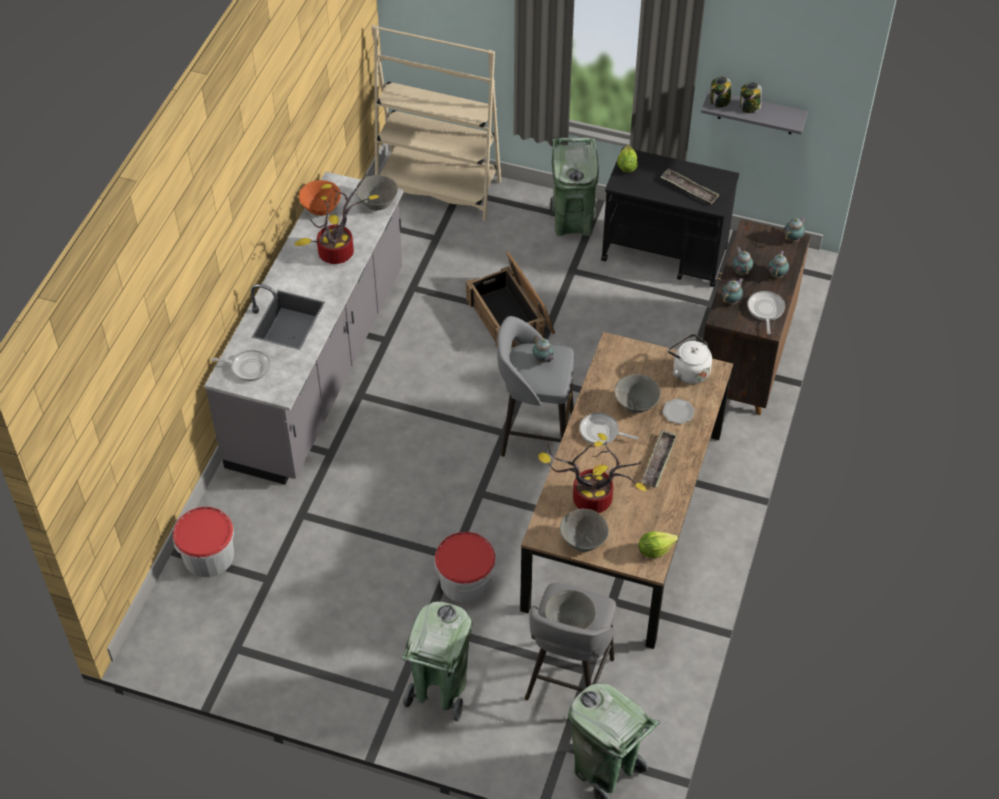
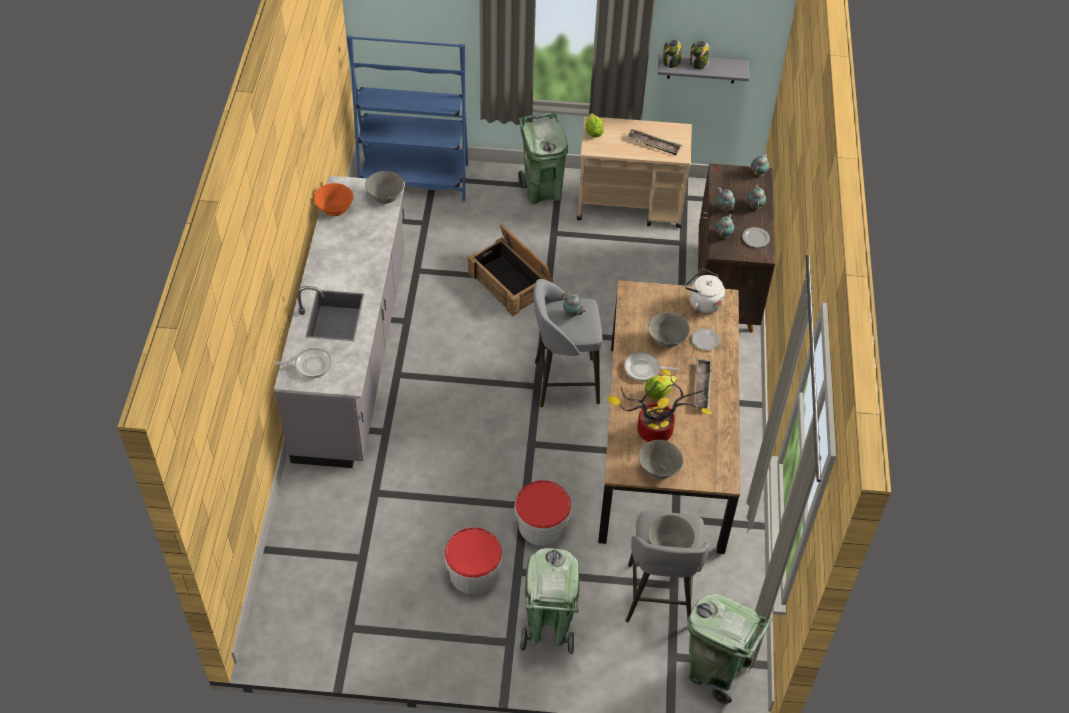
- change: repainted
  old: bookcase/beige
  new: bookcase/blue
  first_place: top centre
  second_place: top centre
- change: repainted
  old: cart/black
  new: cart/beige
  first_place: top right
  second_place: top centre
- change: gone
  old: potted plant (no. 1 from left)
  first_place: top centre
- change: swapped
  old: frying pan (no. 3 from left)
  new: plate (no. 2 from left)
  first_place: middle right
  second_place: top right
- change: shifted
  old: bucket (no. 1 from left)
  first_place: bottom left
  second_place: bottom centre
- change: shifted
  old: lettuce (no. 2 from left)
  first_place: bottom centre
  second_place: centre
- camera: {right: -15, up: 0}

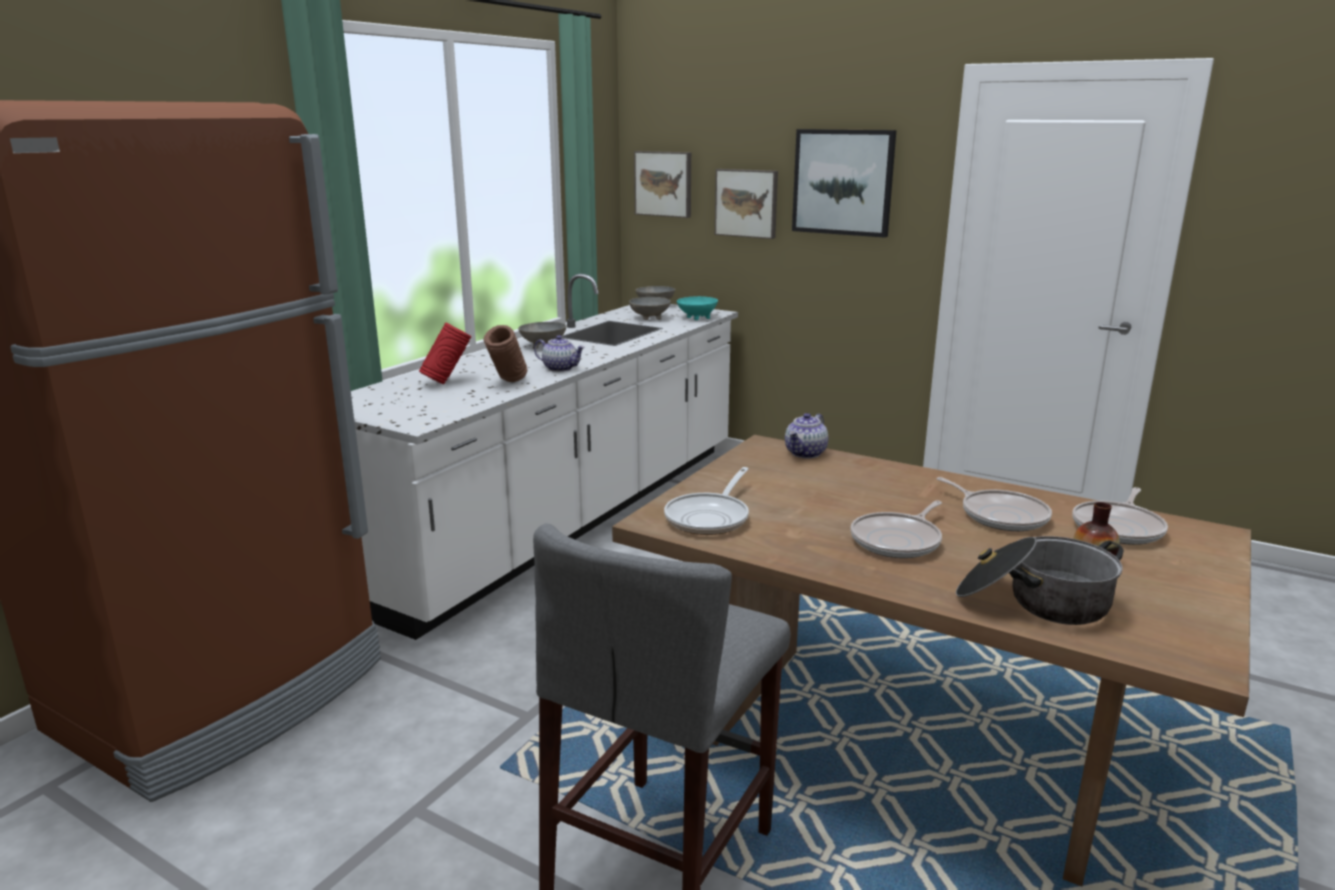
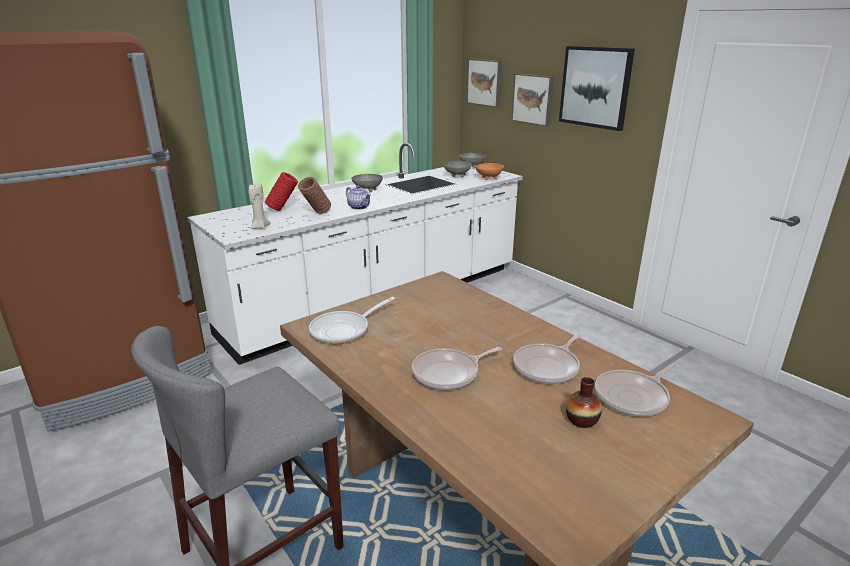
- change: repainted
  old: bowl/turquoise
  new: bowl/orange
  first_place: centre
  second_place: top centre
- change: gone
  old: teapot (no. 2 from left)
  first_place: centre
- change: rotated
  old: frying pan (no. 3 from left)
  first_place: middle right
  second_place: centre
  degrees: 60
- change: gone
  old: cooking pot
  first_place: middle right
- change: new
  new: candle/beige
  second_place: middle left
- camera: {right: 20, up: 5}

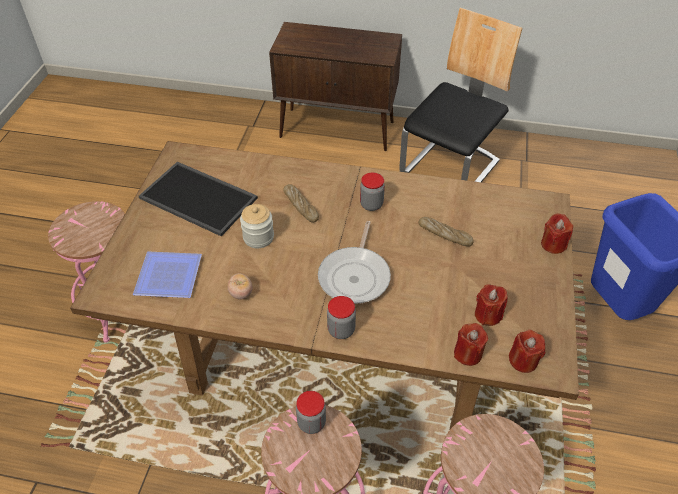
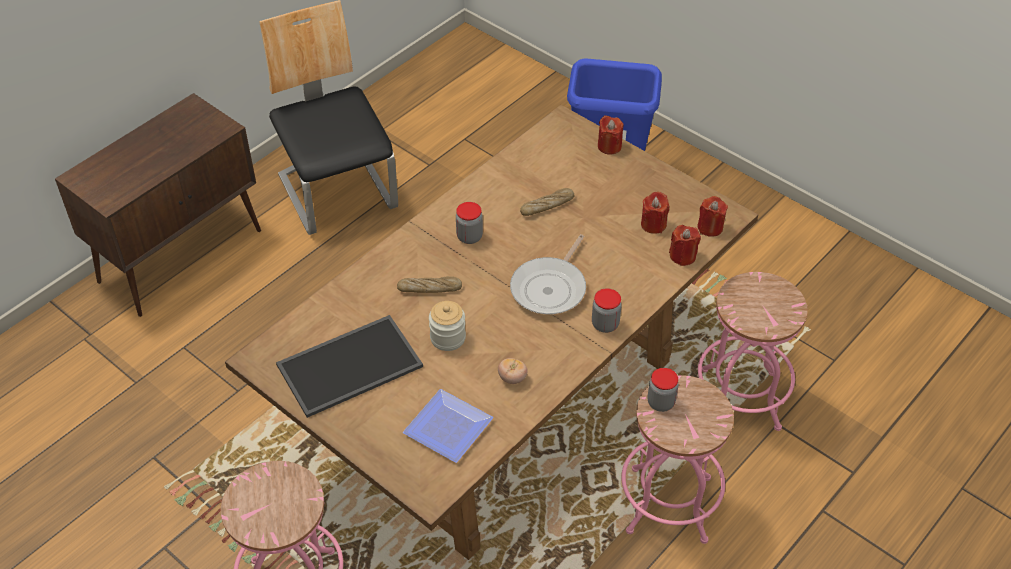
- change: rotated
  old: frying pan
  first_place: centre
  second_place: centre
  degrees: 75
- camera: {right: -60, up: 0}

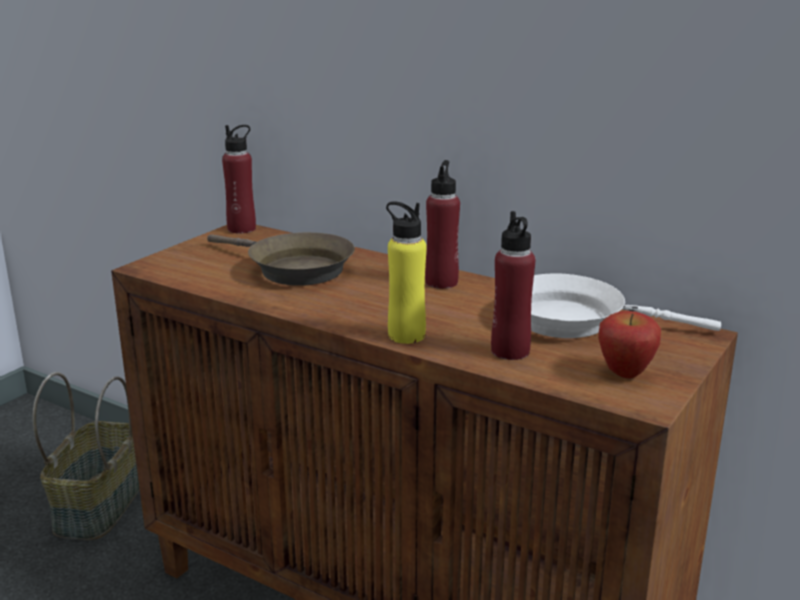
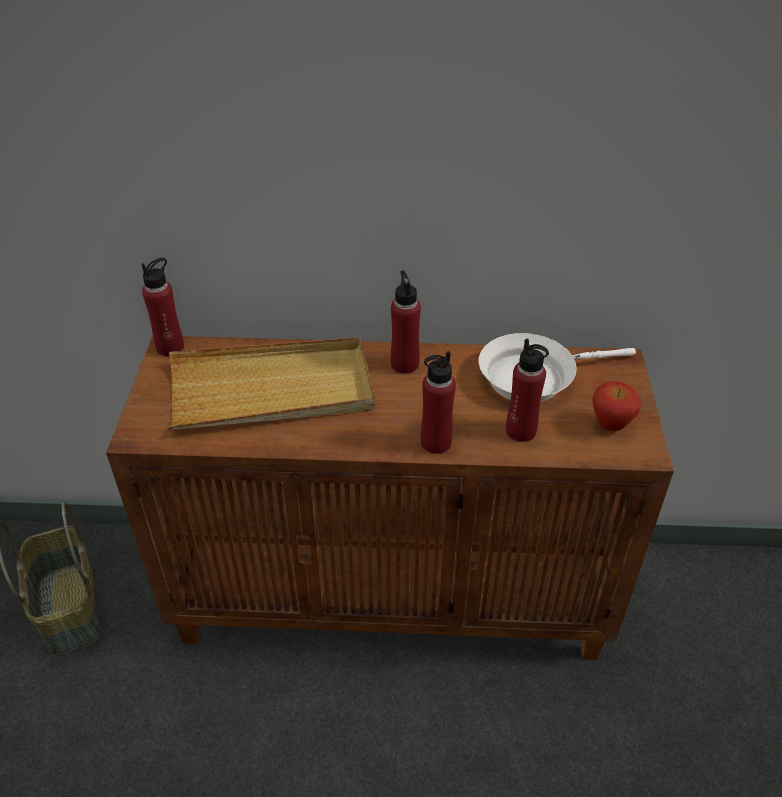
- change: repainted
  old: bottle/yellow
  new: bottle/red (no. 3 from left)
  first_place: centre
  second_place: centre
- change: swapped
  old: frying pan/brown
  new: tray/beige
  first_place: centre
  second_place: centre
- camera: {right: -30, up: 20}

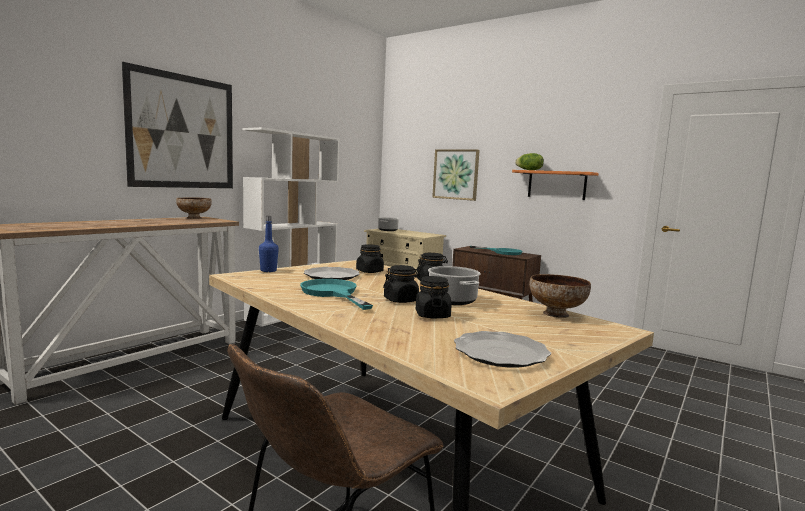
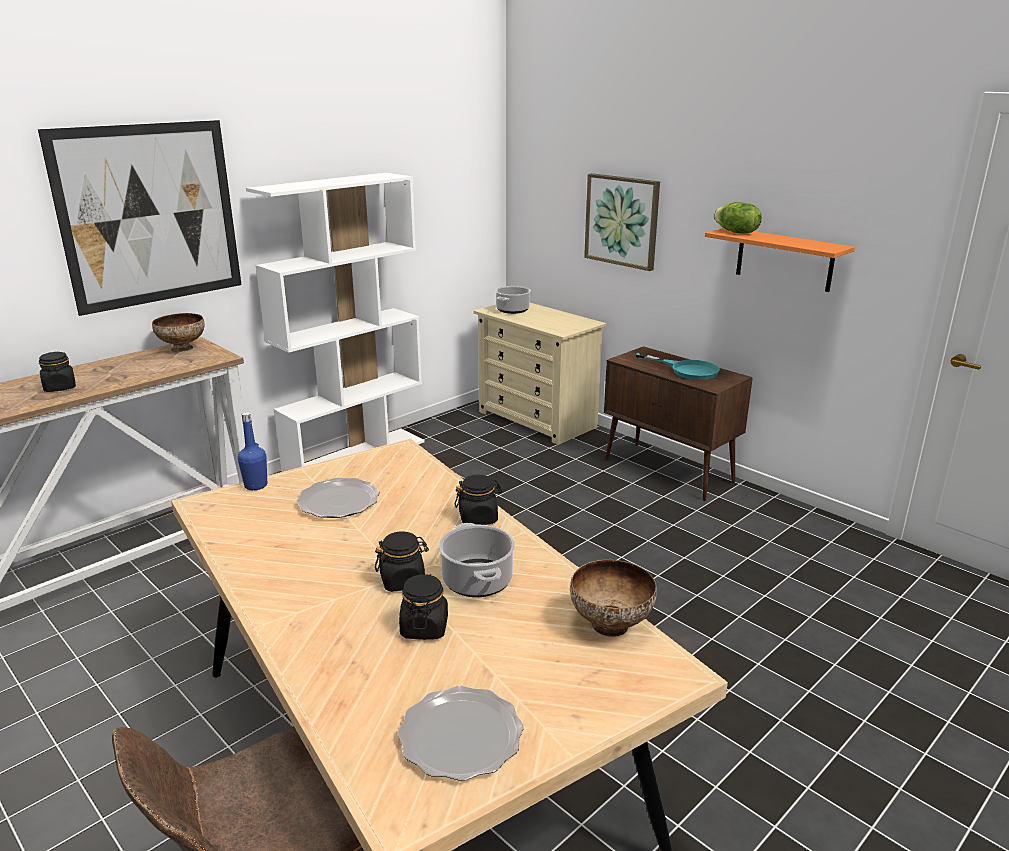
- change: shifted
  old: jar/black (no. 1 from left)
  first_place: centre
  second_place: middle left
- change: gone
  old: frying pan/turquoise (no. 1 from left)
  first_place: centre
- camera: {right: 10, up: 15}

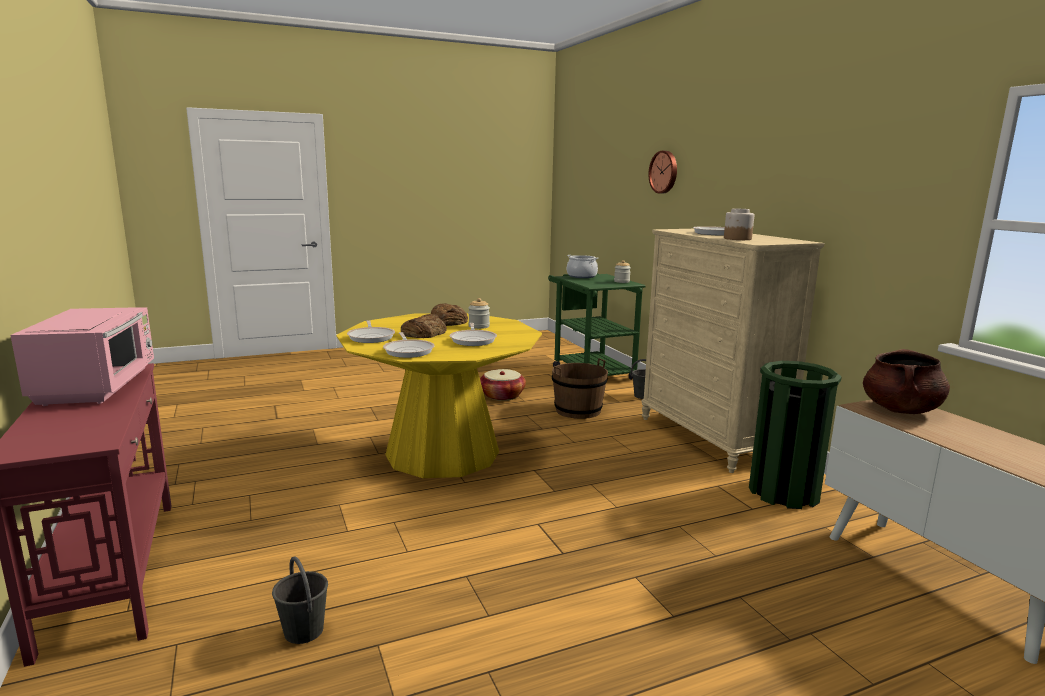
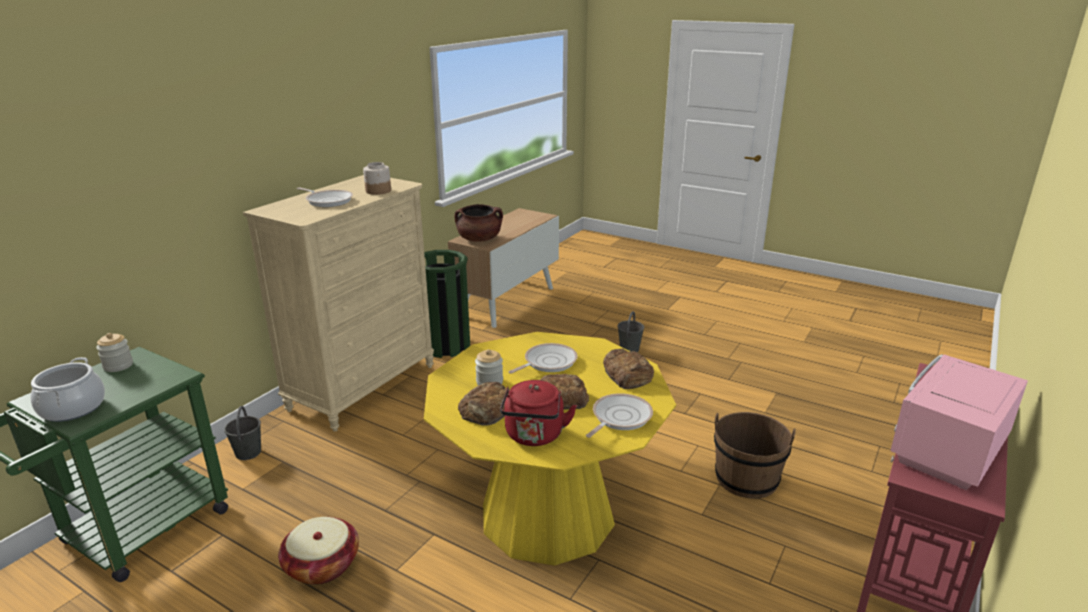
- change: gone
  old: wall clock
  first_place: top centre
- change: swapped
  old: frying pan (no. 2 from left)
  new: bread (no. 3 from left)
  first_place: centre
  second_place: centre
- change: shifted
  old: bucket/brown
  first_place: centre
  second_place: bottom right
- change: shifted
  old: bucket/grey (no. 1 from left in the first image)
  new: bucket/grey (no. 2 from left)
  first_place: bottom left
  second_place: centre
- change: new
  new: kettle/red
  second_place: bottom centre
- camera: {right: -125, up: 10}

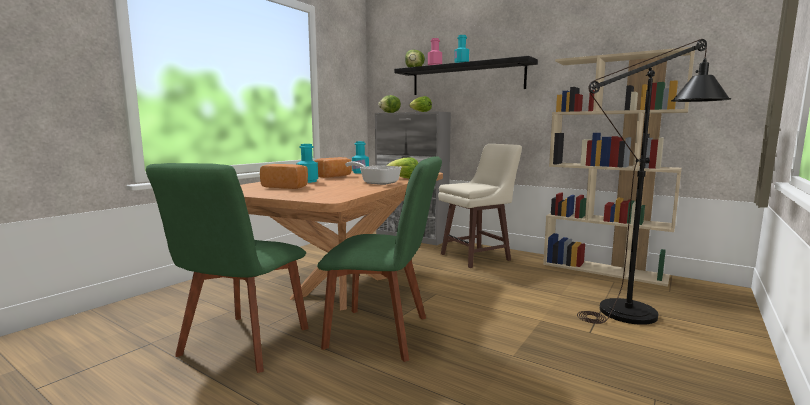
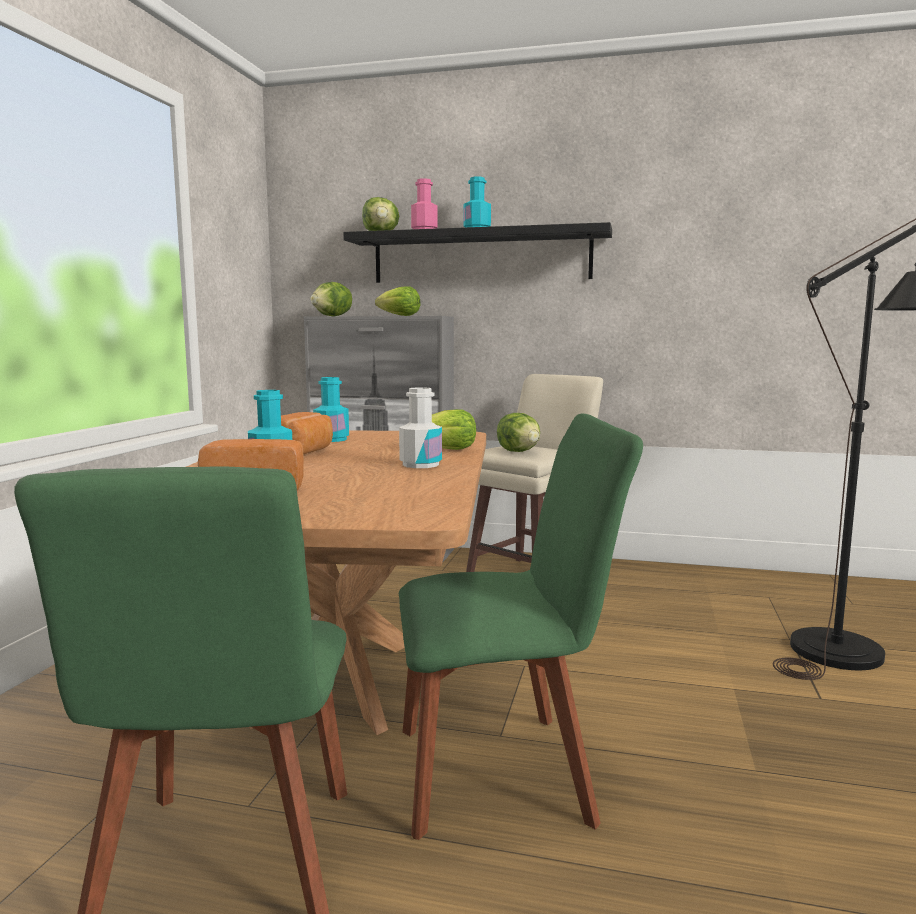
- change: gone
  old: bookcase/beige
  first_place: middle right
- change: swapped
  old: frying pan
  new: bottle/white
  first_place: centre
  second_place: centre
- change: new
  new: lettuce (no. 5 from left)
  second_place: centre
- camera: {right: -20, up: 0}

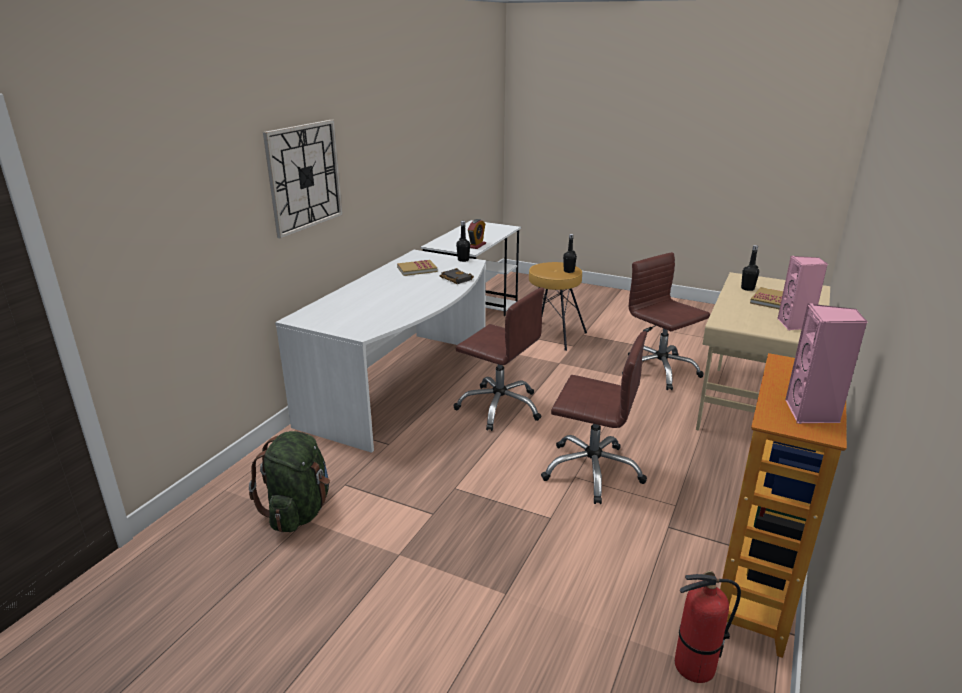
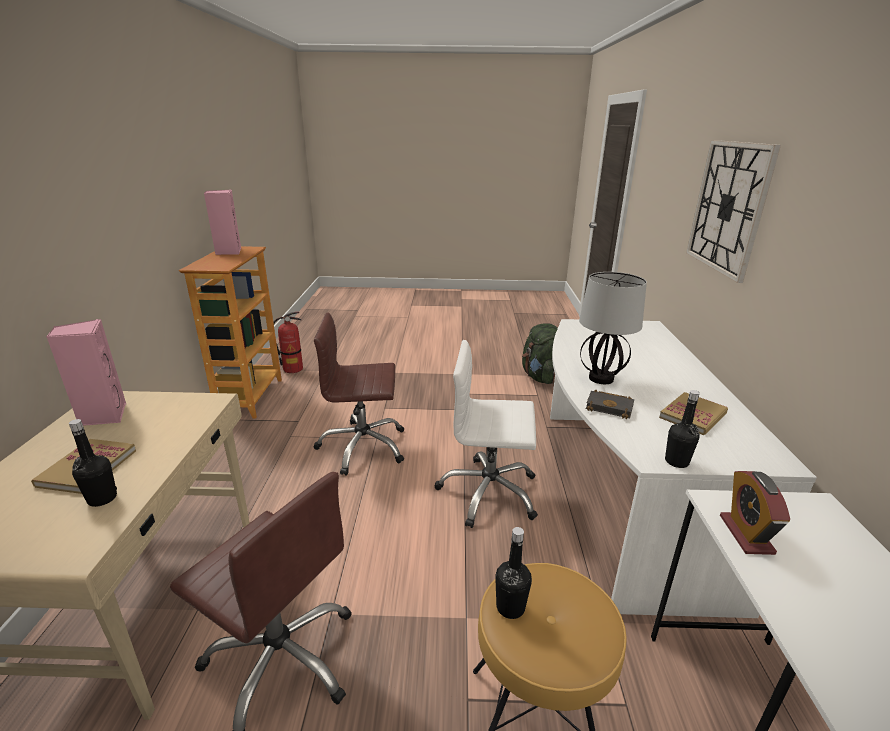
- change: repainted
  old: office chair/brown (no. 1 from left)
  new: office chair/white
  first_place: centre
  second_place: centre
- change: new
  new: table lamp
  second_place: middle right
- camera: {right: 155, up: 0}

